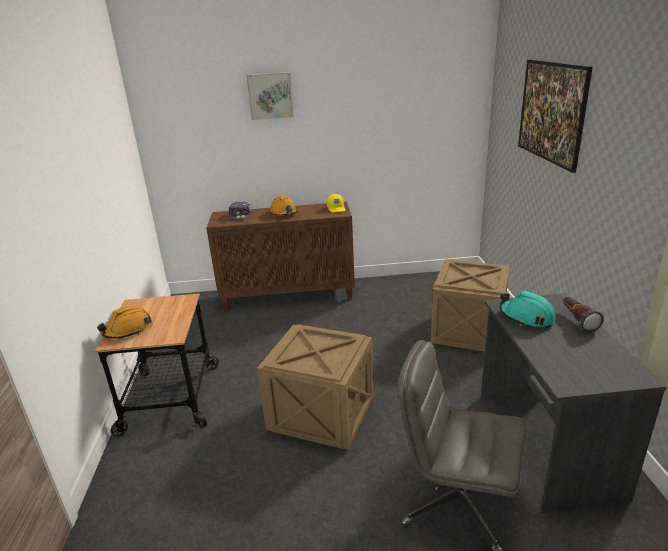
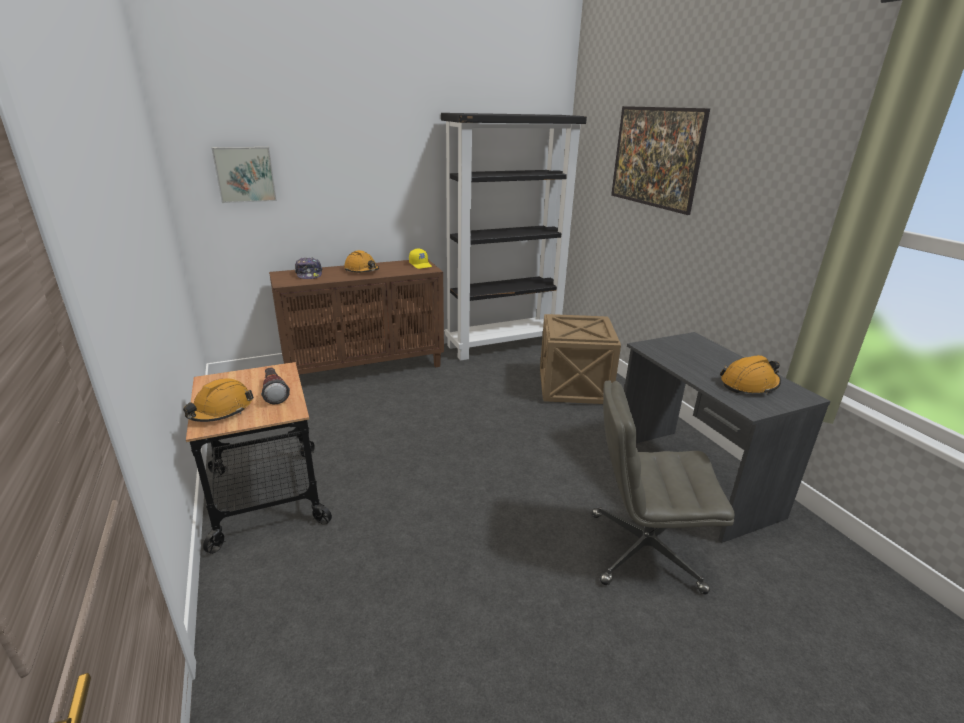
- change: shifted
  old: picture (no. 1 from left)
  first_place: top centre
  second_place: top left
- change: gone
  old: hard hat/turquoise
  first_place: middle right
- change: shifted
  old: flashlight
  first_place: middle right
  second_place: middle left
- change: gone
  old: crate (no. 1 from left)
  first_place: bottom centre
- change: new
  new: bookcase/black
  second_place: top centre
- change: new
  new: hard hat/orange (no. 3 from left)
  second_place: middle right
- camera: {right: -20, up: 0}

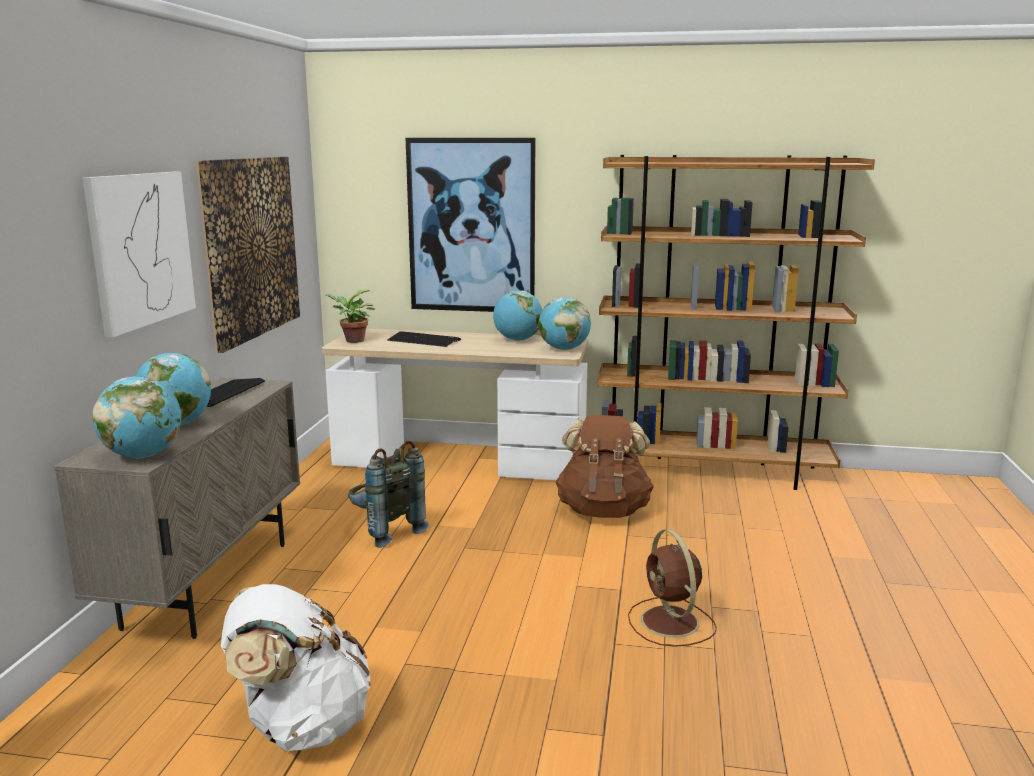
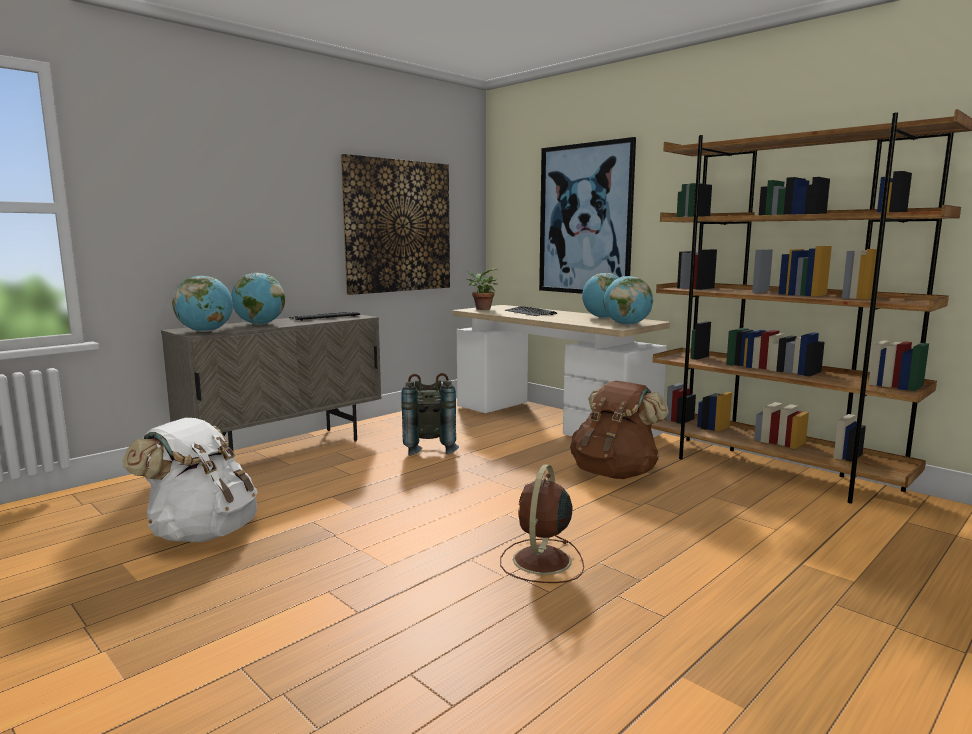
- change: gone
  old: picture (no. 1 from left)
  first_place: top left
- camera: {right: 35, up: -5}

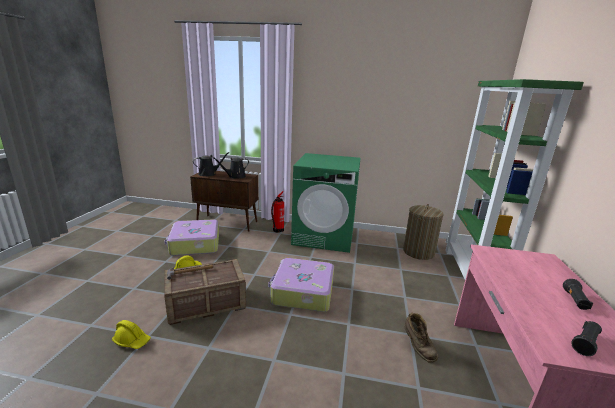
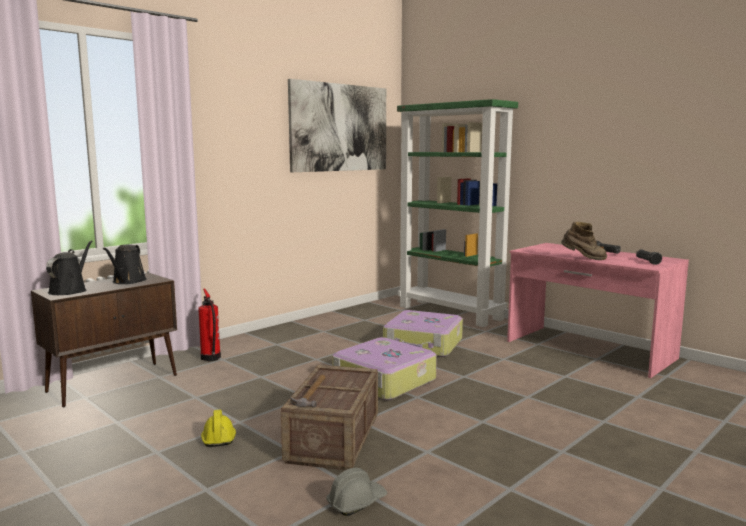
- change: gone
  old: washing machine/green
  first_place: centre
- change: gone
  old: laundry basket
  first_place: middle right
- change: shifted
  old: suitcase (no. 1 from left in the first image)
  new: suitcase (no. 2 from left)
  first_place: middle left
  second_place: centre
- change: shifted
  old: boot/brown
  first_place: bottom right
  second_place: middle right
- change: repainted
  old: hard hat/yellow (no. 1 from left)
  new: hard hat/grey
  first_place: bottom left
  second_place: bottom centre
- change: new
  new: picture
  second_place: top centre
- camera: {right: -55, up: -10}

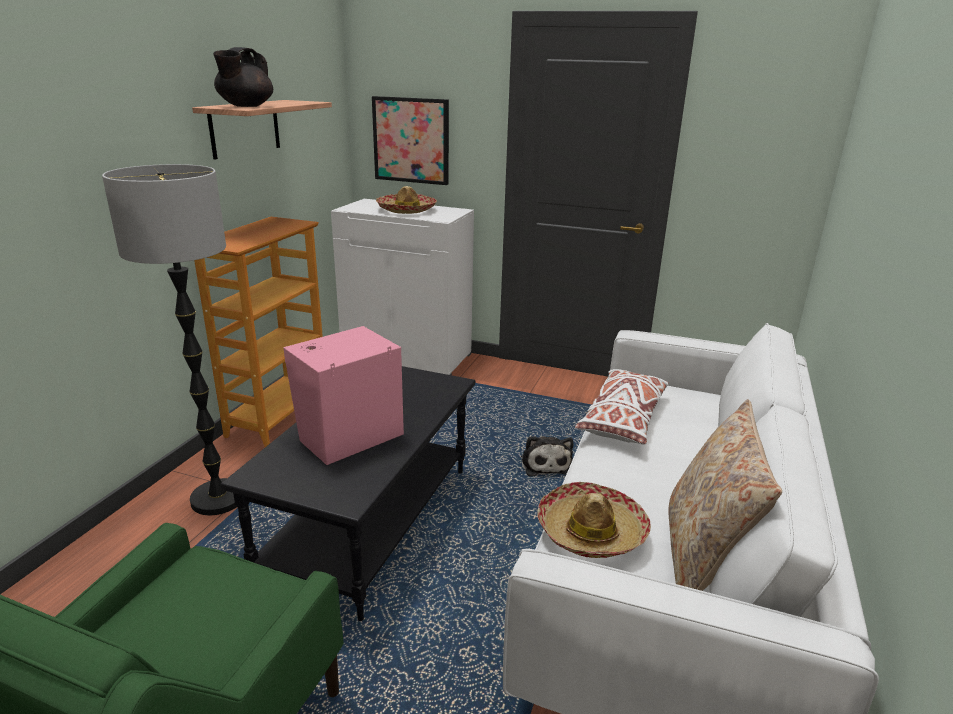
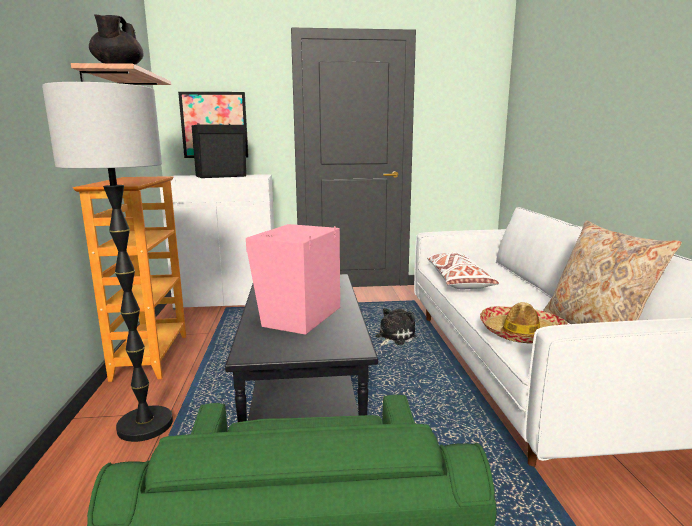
- change: swapped
  old: hat (no. 1 from left)
  new: speaker/black
  first_place: top centre
  second_place: top left
- change: rotated
  old: plush toy
  first_place: centre
  second_place: centre
  degrees: -105
- camera: {right: -25, up: -10}

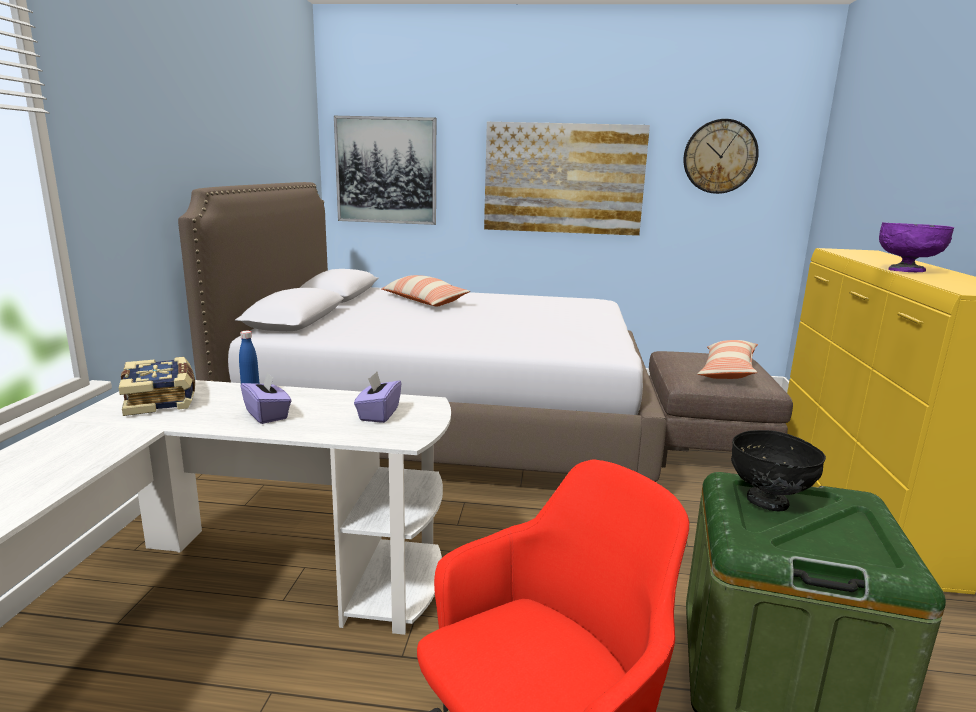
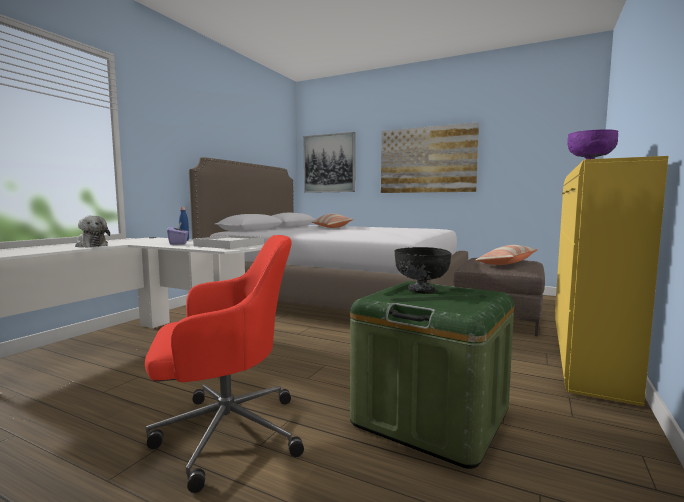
- change: gone
  old: wall clock
  first_place: top right
- change: gone
  old: book
  first_place: middle left
- change: swapped
  old: tissue box/purple (no. 2 from left)
  new: tray/white
  first_place: centre
  second_place: centre
- change: new
  new: plush toy
  second_place: middle left
- camera: {right: 20, up: -10}

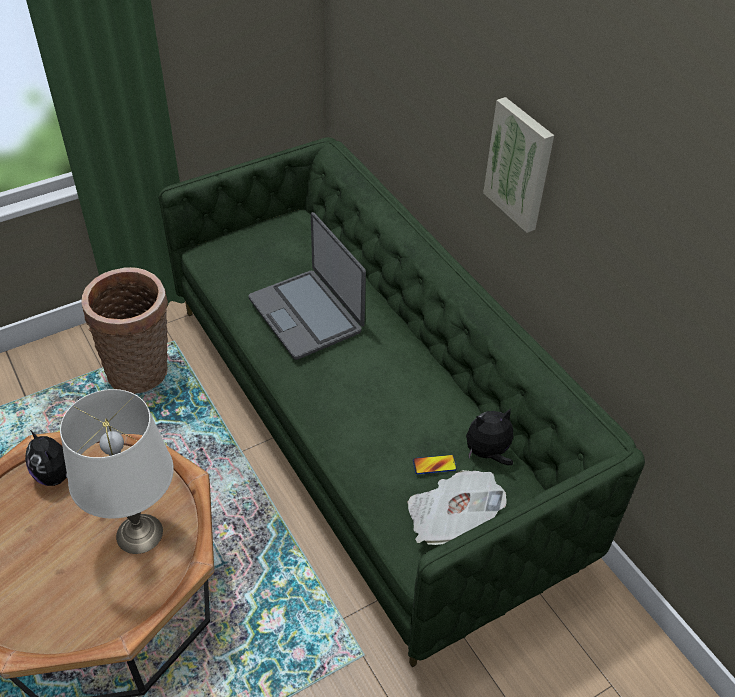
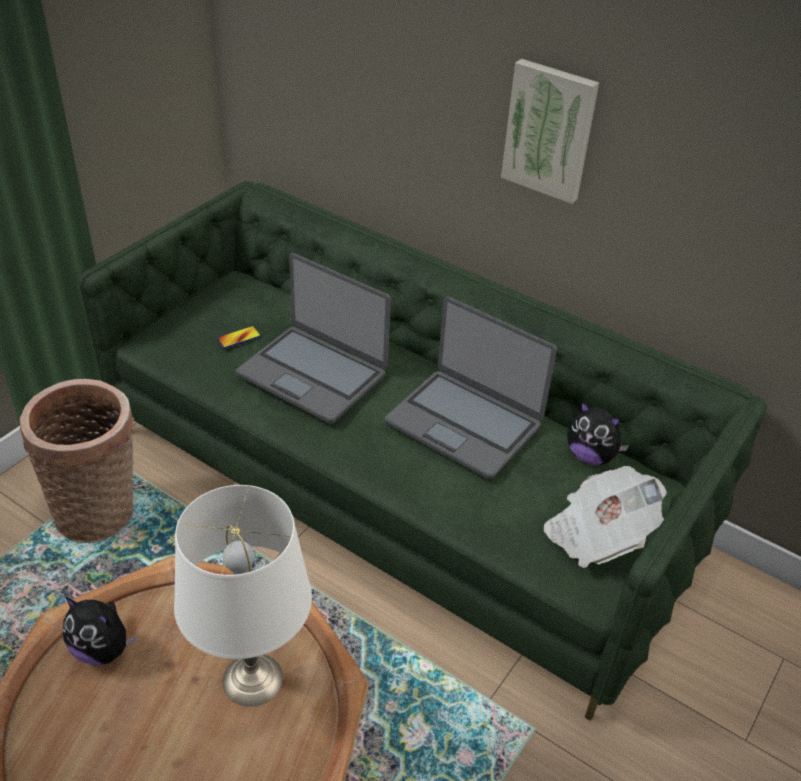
- change: rotated
  old: plush toy (no. 2 from left)
  first_place: centre
  second_place: middle right
  degrees: -105
- change: shifted
  old: phone
  first_place: centre
  second_place: middle left
- change: new
  new: laptop (no. 2 from left)
  second_place: centre
- camera: {right: -25, up: -5}

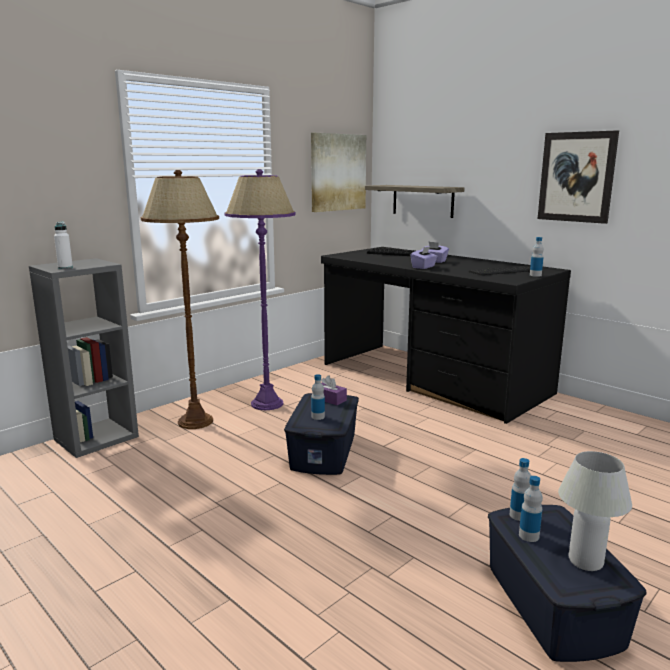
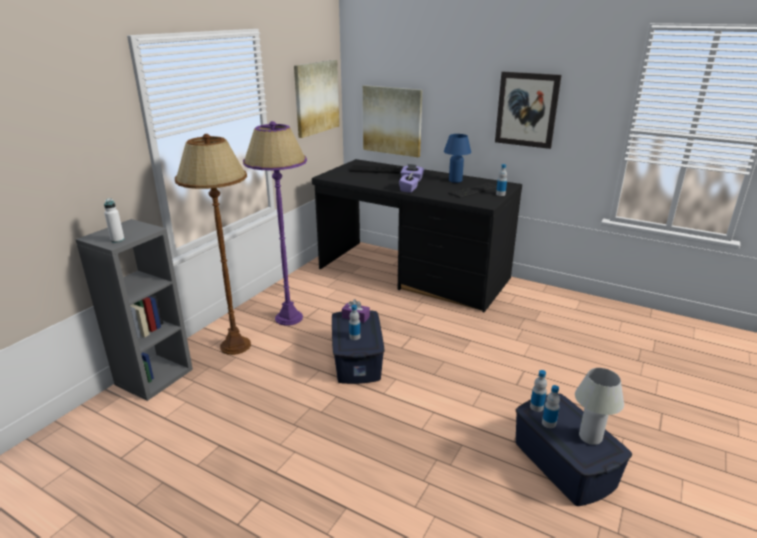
- change: swapped
  old: shelf
  new: picture (no. 2 from left)
  first_place: top centre
  second_place: top centre
- change: new
  new: table lamp/blue
  second_place: top centre
- camera: {right: -15, up: 10}

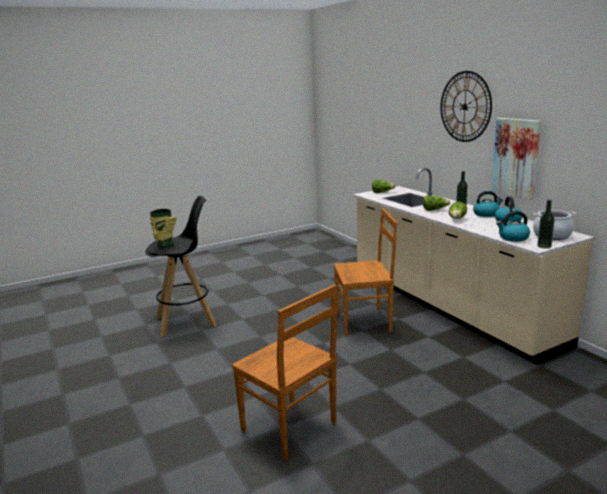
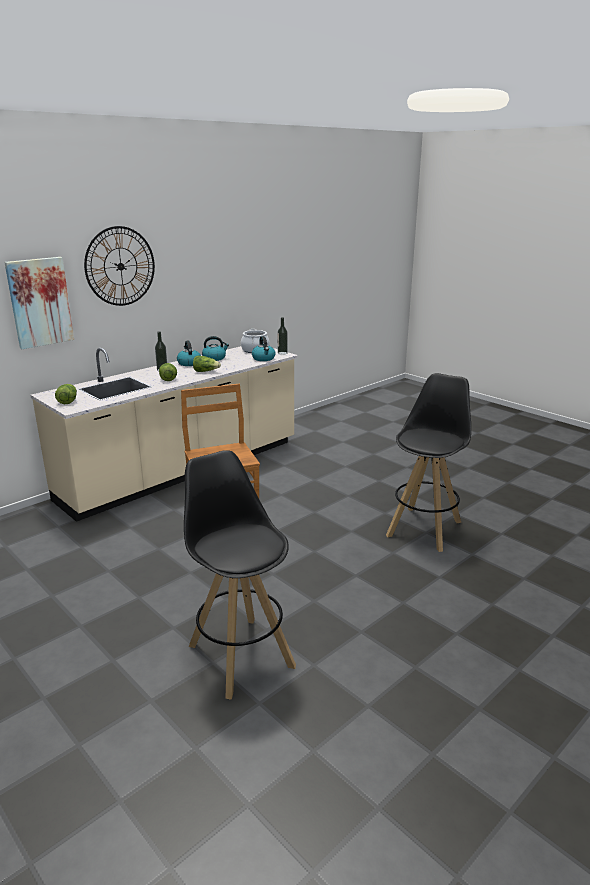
- change: shifted
  old: picture
  first_place: top right
  second_place: middle left
- change: gone
  old: vase
  first_place: middle left
- change: swapped
  old: chair/brown (no. 1 from left)
  new: stool/black (no. 2 from left)
  first_place: bottom centre
  second_place: middle right
- camera: {right: -105, up: 5}

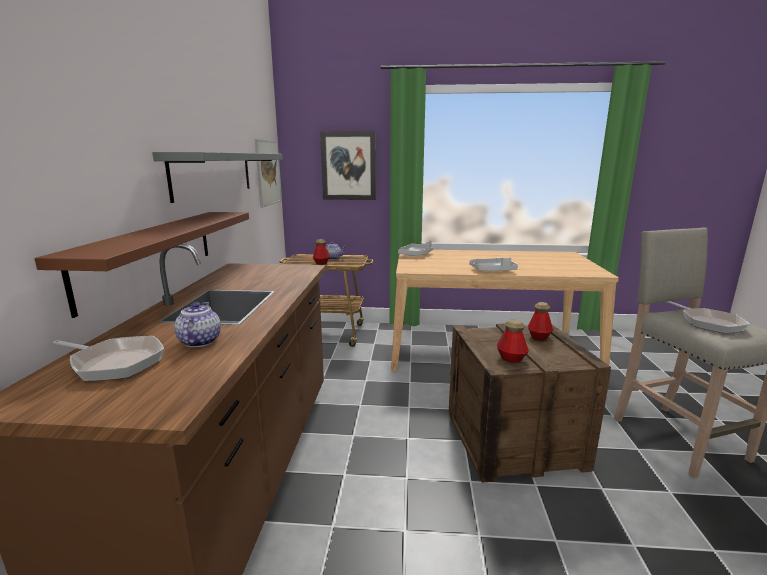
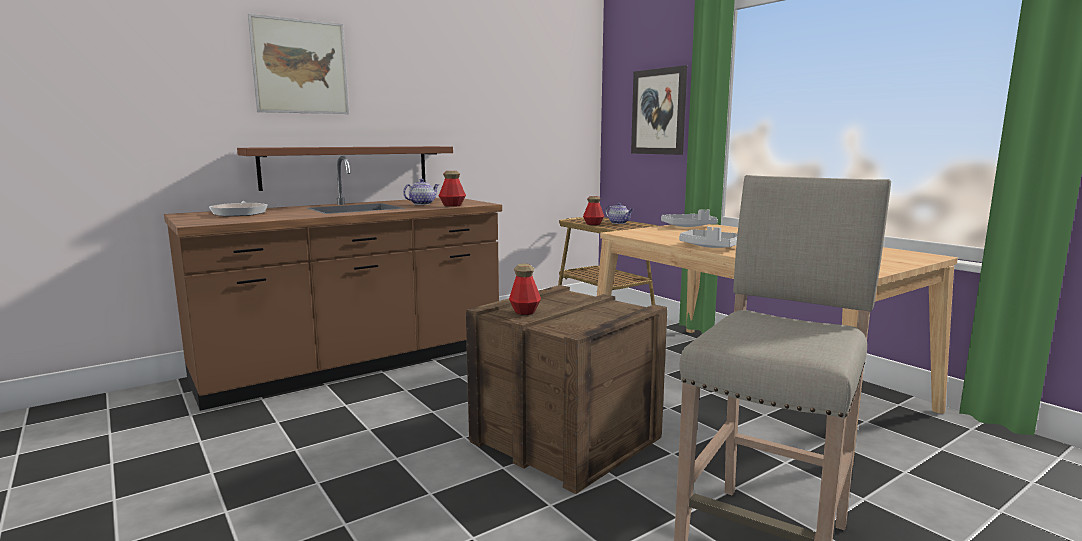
- change: shifted
  old: picture (no. 1 from left)
  first_place: top centre
  second_place: top left
- change: gone
  old: shelf/grey
  first_place: top left
- change: gone
  old: frying pan (no. 2 from left)
  first_place: middle right
- change: shifted
  old: teapot (no. 1 from left)
  first_place: middle left
  second_place: centre
- change: shifted
  old: bottle (no. 3 from left in the first image)
  new: bottle (no. 1 from left)
  first_place: middle right
  second_place: centre
- camera: {right: 50, up: -5}

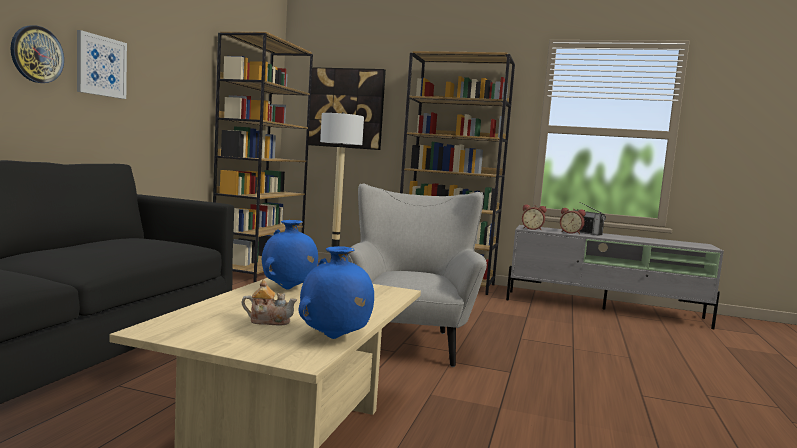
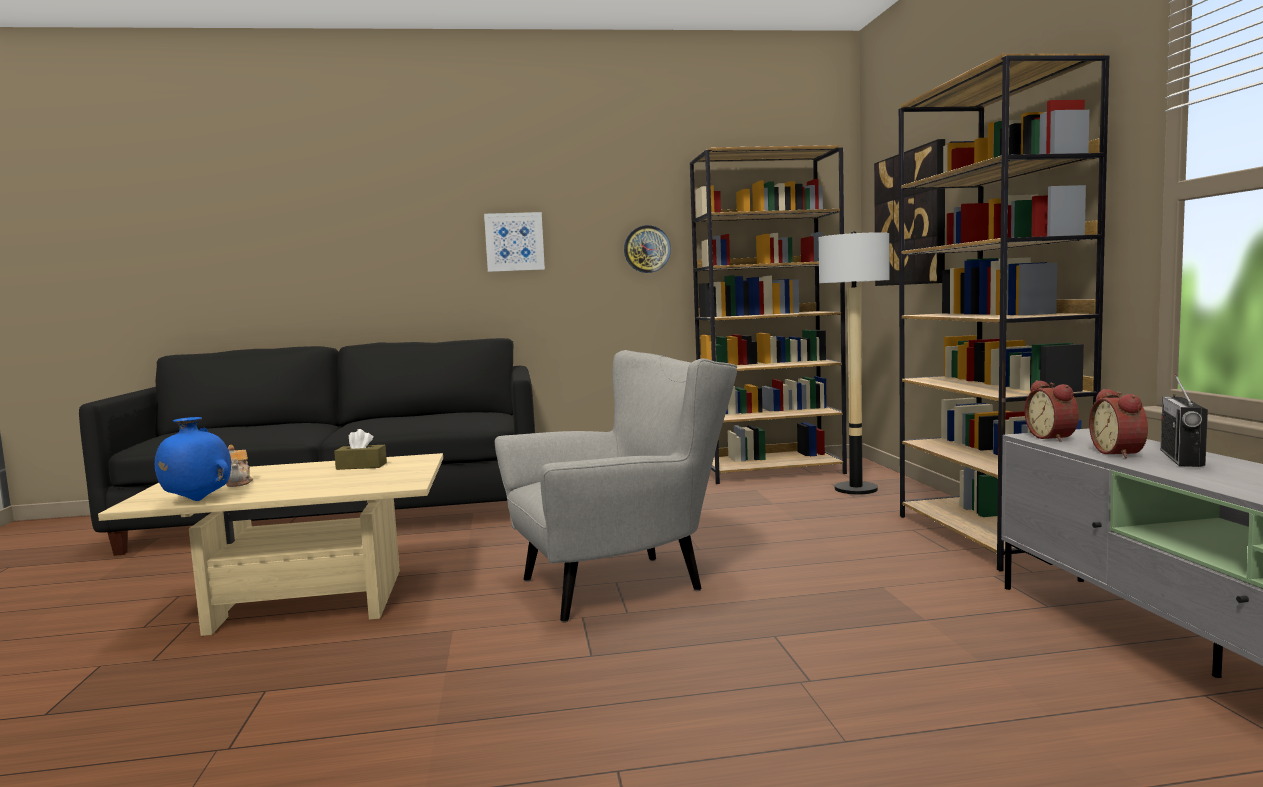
- change: shifted
  old: wall clock
  first_place: top left
  second_place: top centre
- change: swapped
  old: vase/blue (no. 1 from left)
  new: tissue box/brown
  first_place: centre
  second_place: middle left
- camera: {right: 65, up: 0}

